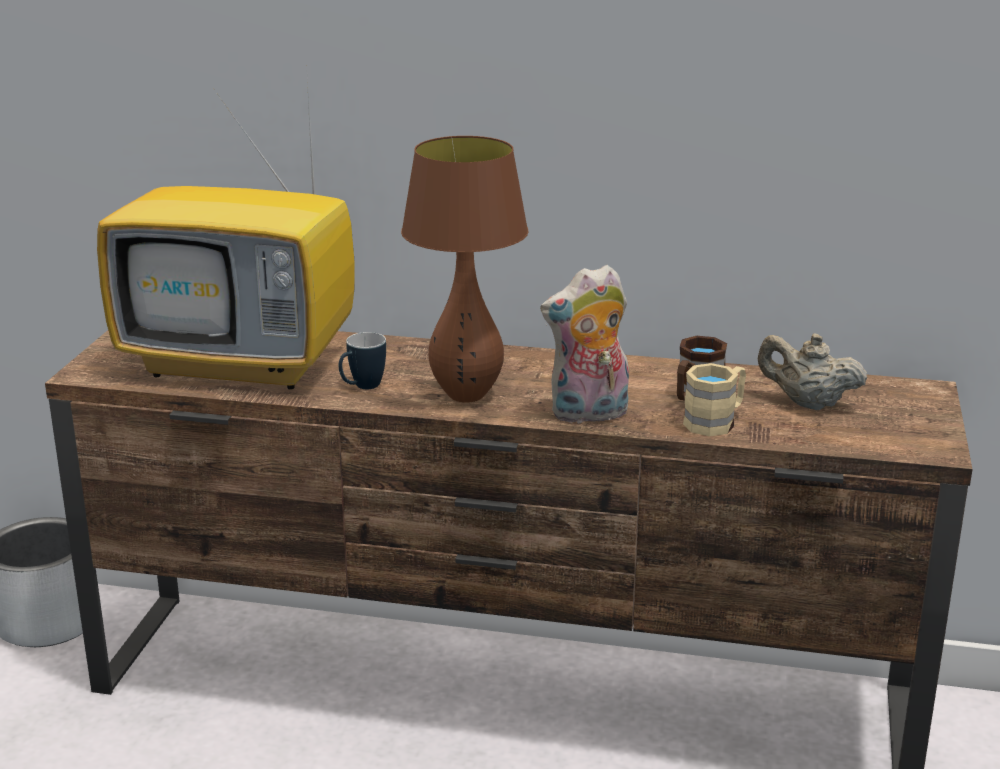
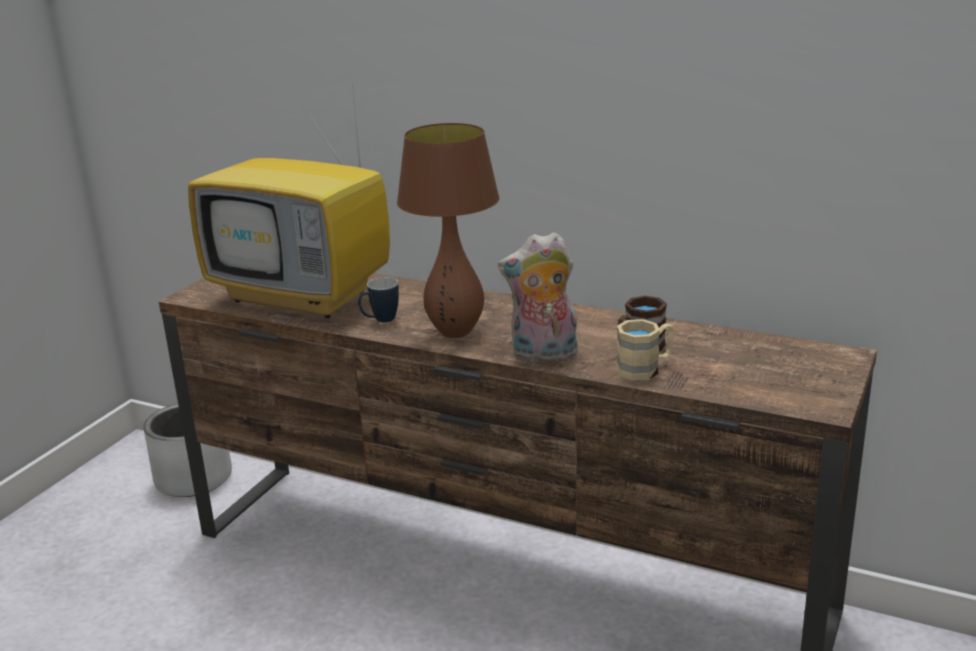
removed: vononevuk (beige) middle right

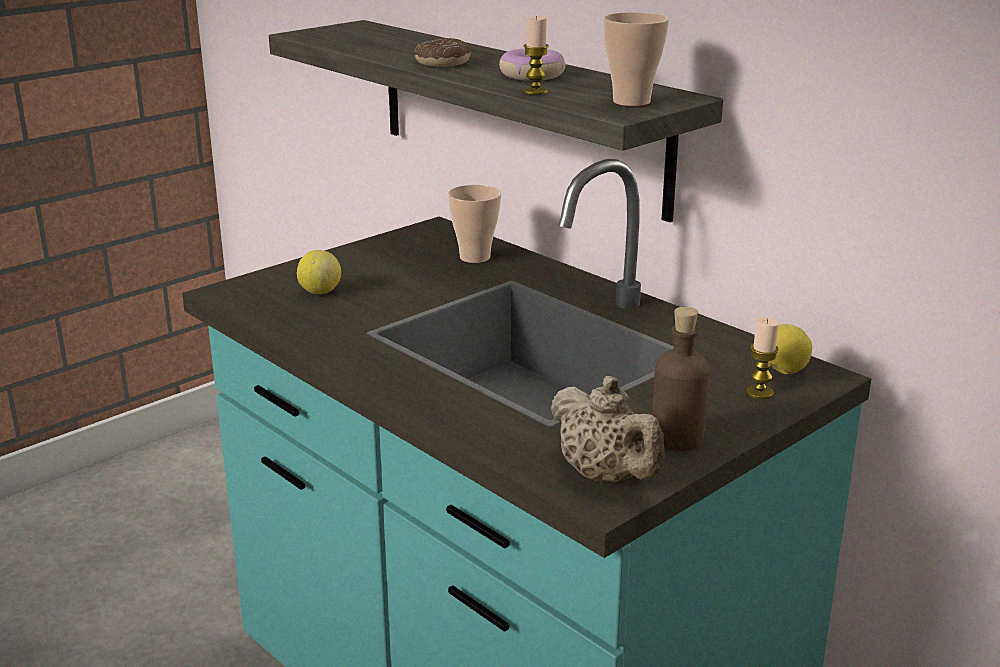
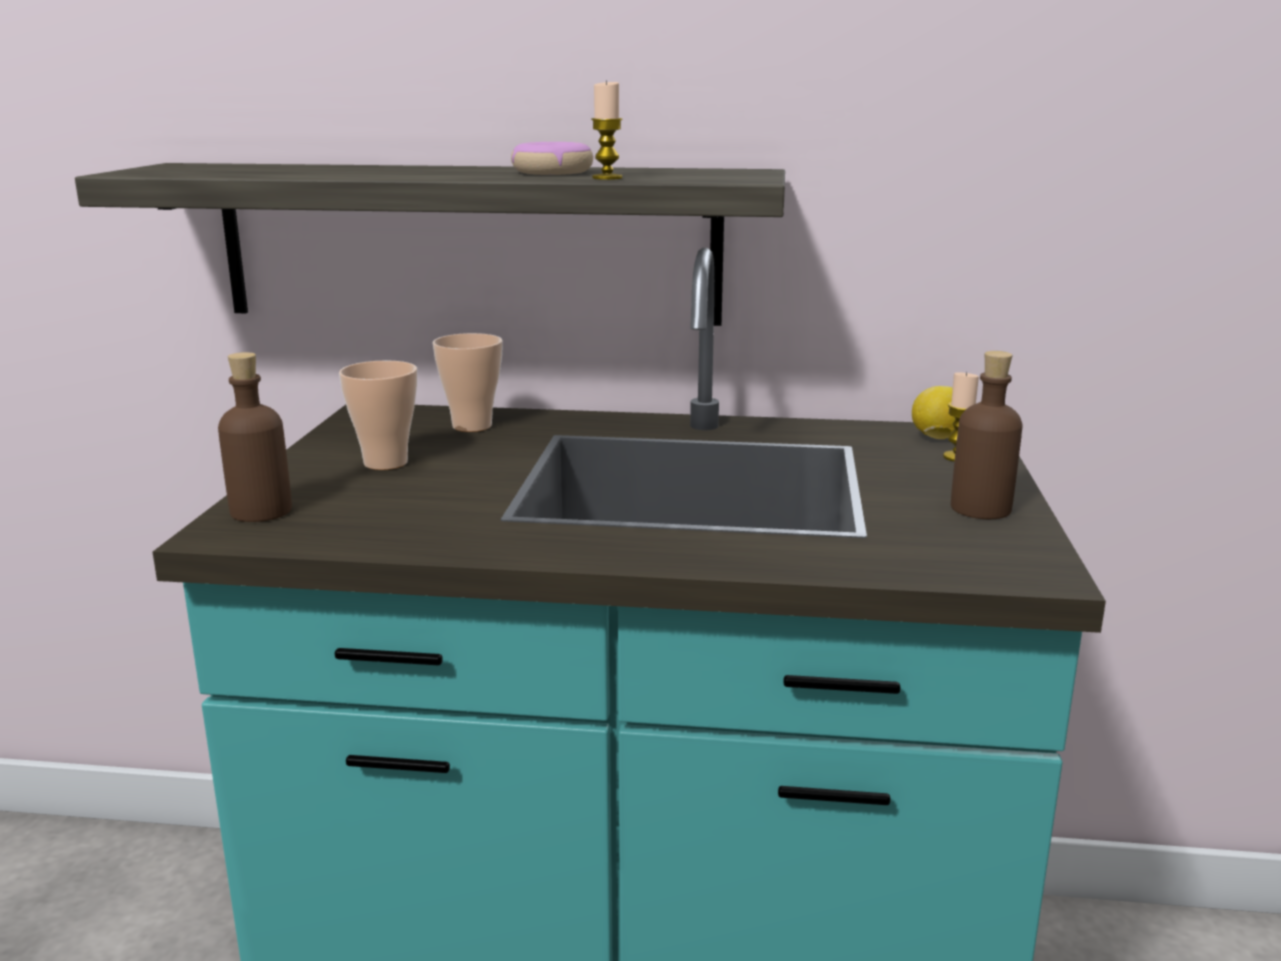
removed: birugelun (1st from left) middle left; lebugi (1st from left) top centre; vononevuk (beige) centre
added: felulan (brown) (1st from left) middle left
moved: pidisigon (2nd from left in the first image) top centre to pidisigon (1st from left) middle left

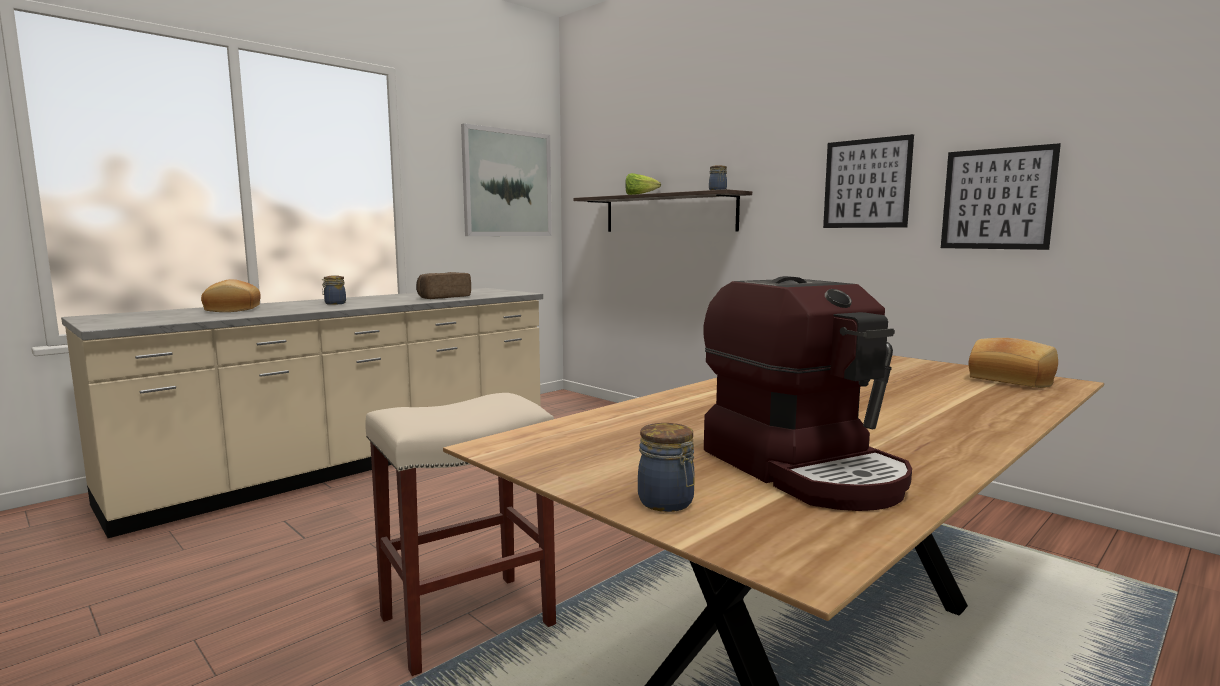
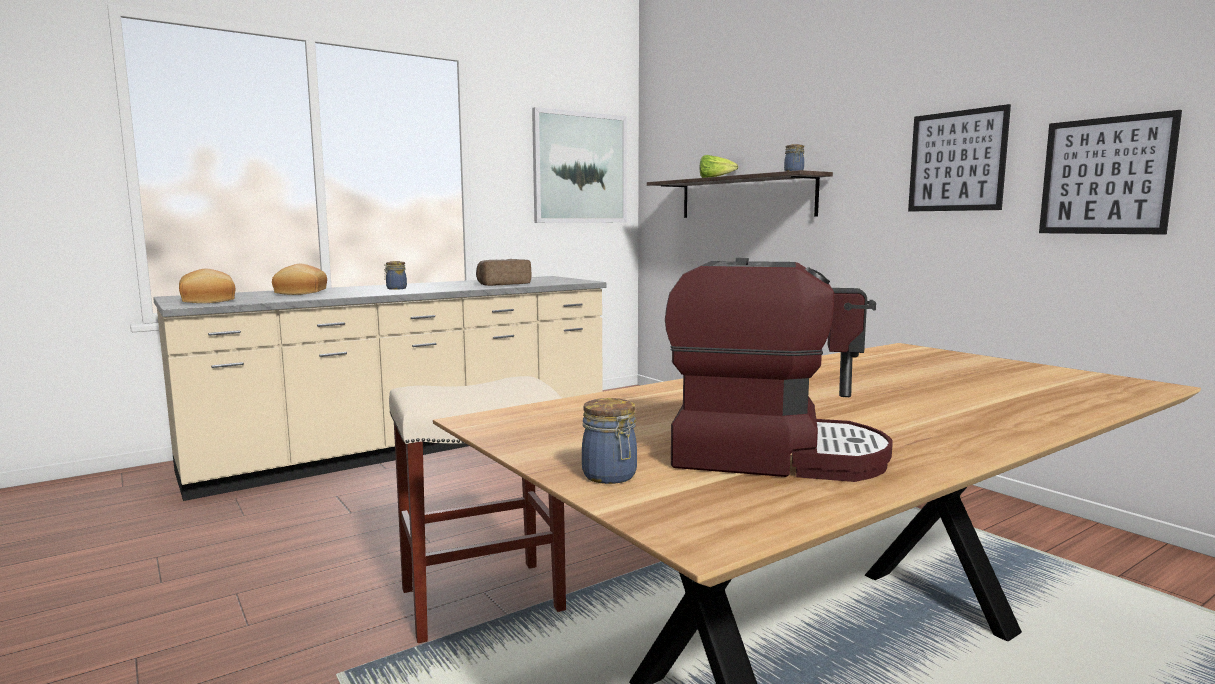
moved: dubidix (3rd from left in the first image) middle right to dubidix (1st from left) middle left
turned: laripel centre = centre 60 degrees counterclockwise

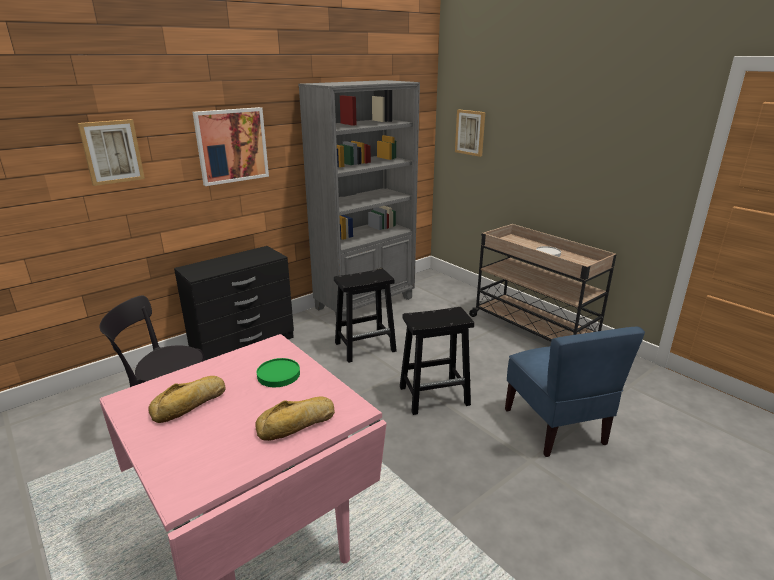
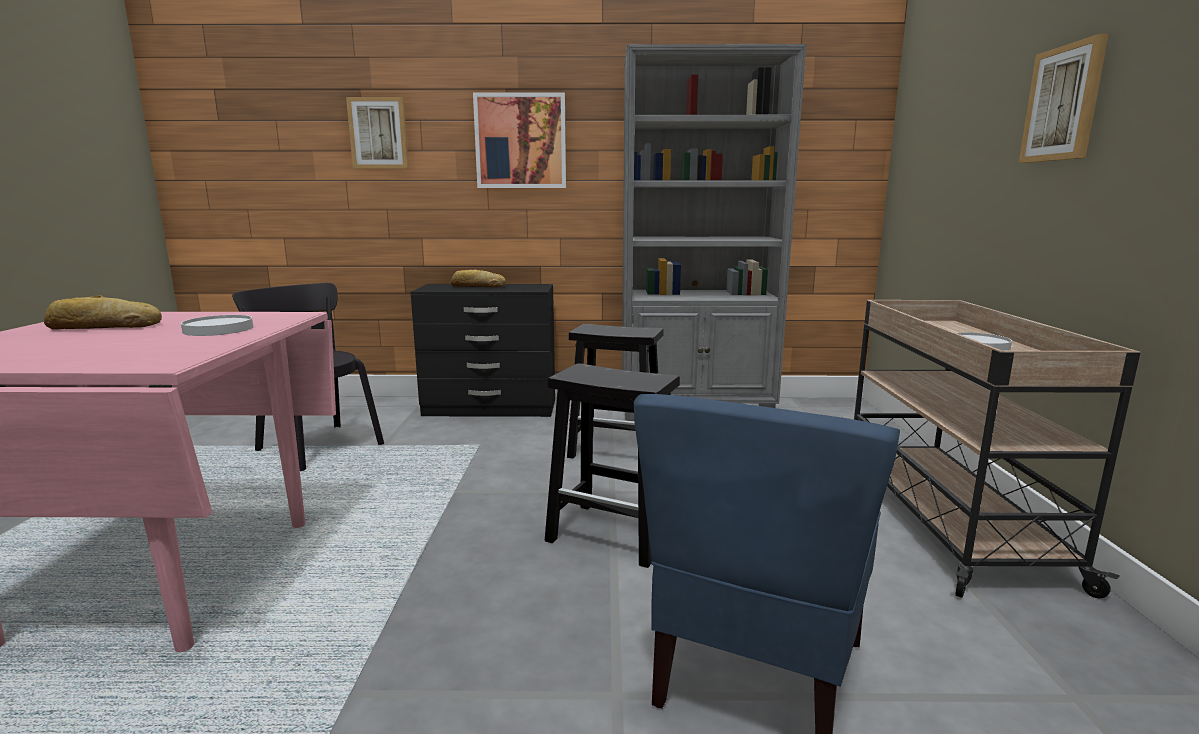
moved: dubidix (2nd from left) bottom centre to centre; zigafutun (3rd from left) top centre to top right
recoloured: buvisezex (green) centre to buvisezex (white) (1st from left) middle left

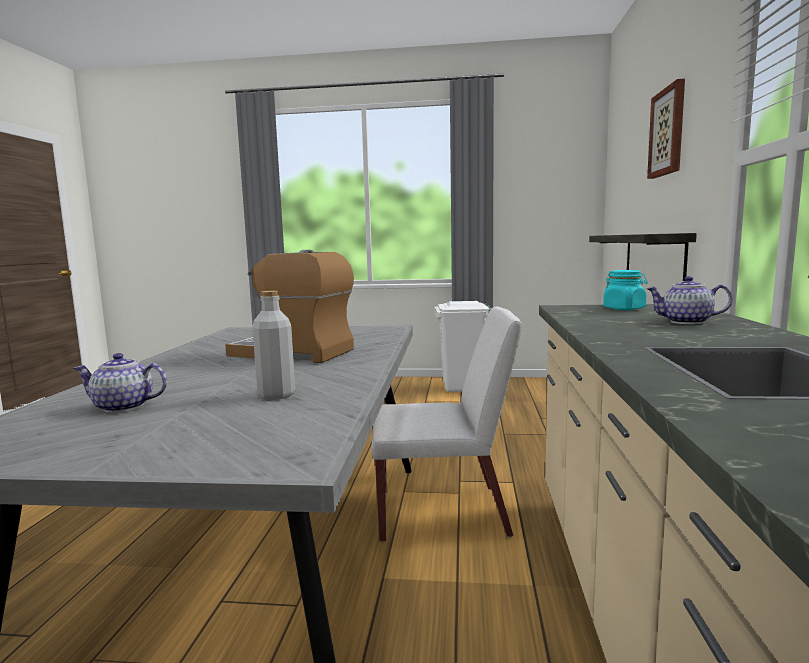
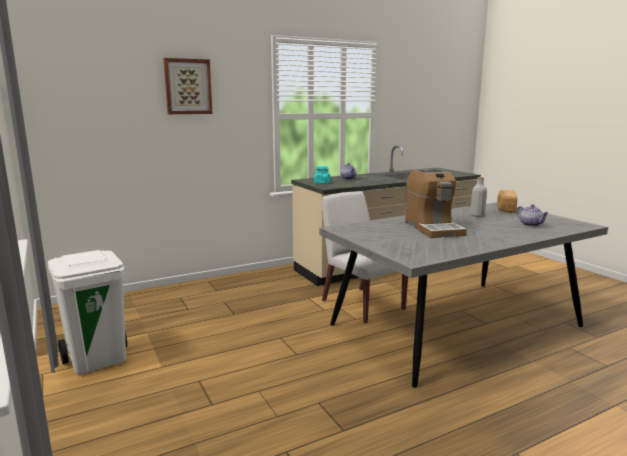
removed: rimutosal middle right
added: dubidix middle right

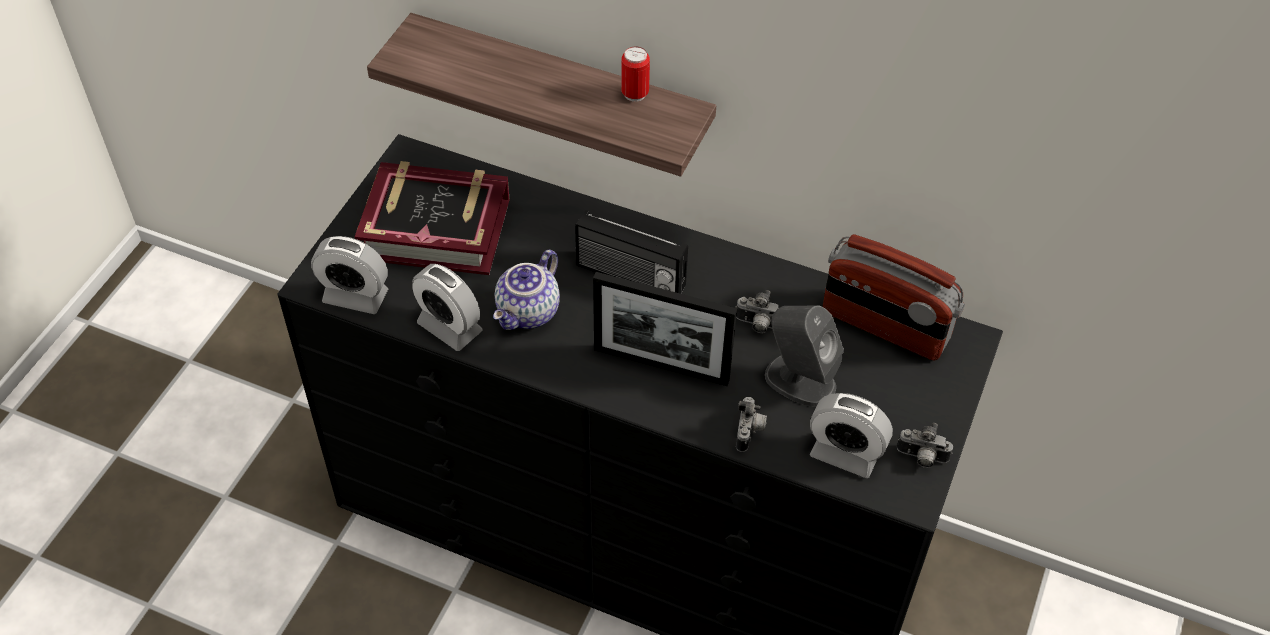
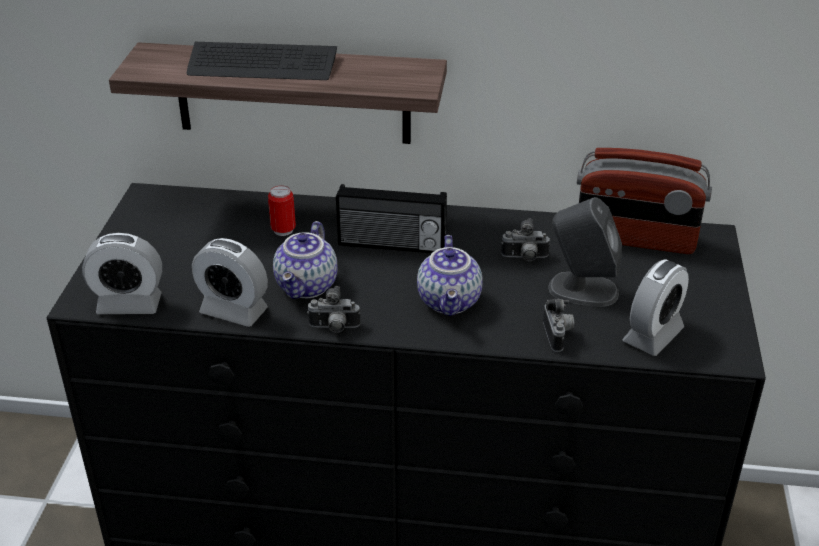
removed: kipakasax centre
added: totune top left
moved: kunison top centre to centre; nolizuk (3rd from left in the first image) bottom right to nolizuk (1st from left) centre
replaced: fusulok centre to vononevuk (2nd from left) centre
turned: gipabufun (3rd from left) bottom right = middle right 60 degrees counterclockwise

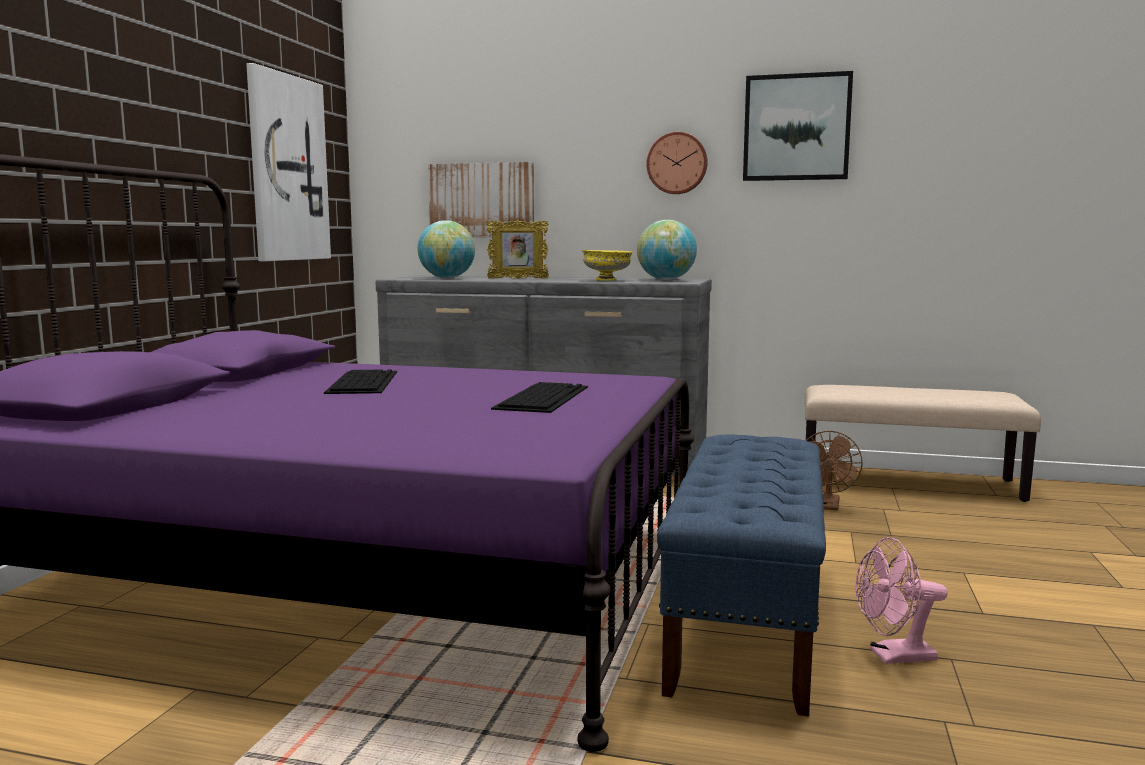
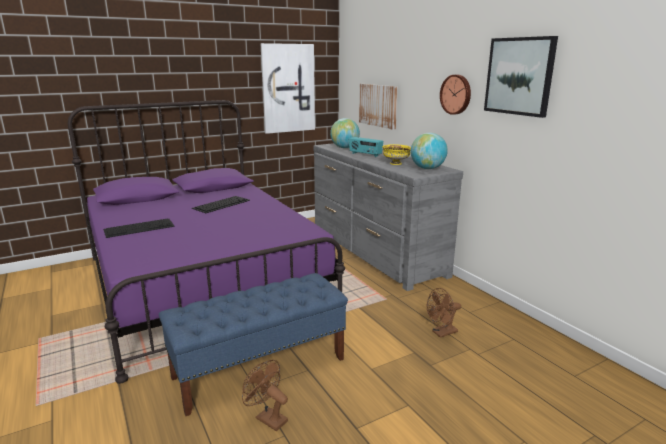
removed: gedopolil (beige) middle right
moved: totune (2nd from left in the first image) centre to totune (1st from left) middle left
replaced: fusulok top centre to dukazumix top centre
recoloured: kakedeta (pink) bottom right to kakedeta (brown) (1st from left) bottom centre

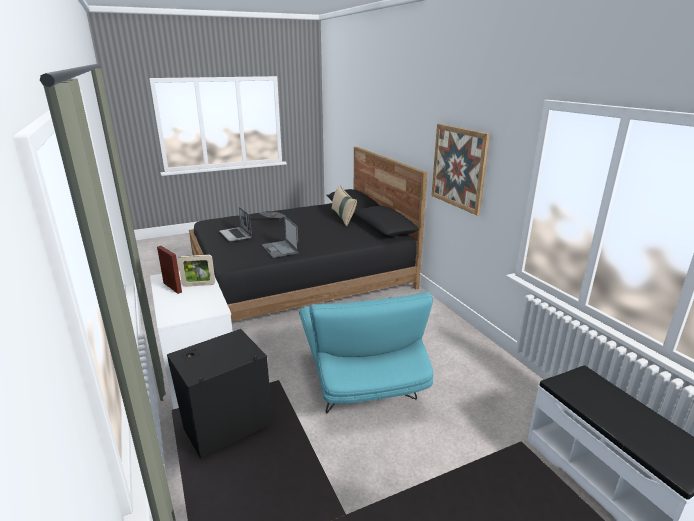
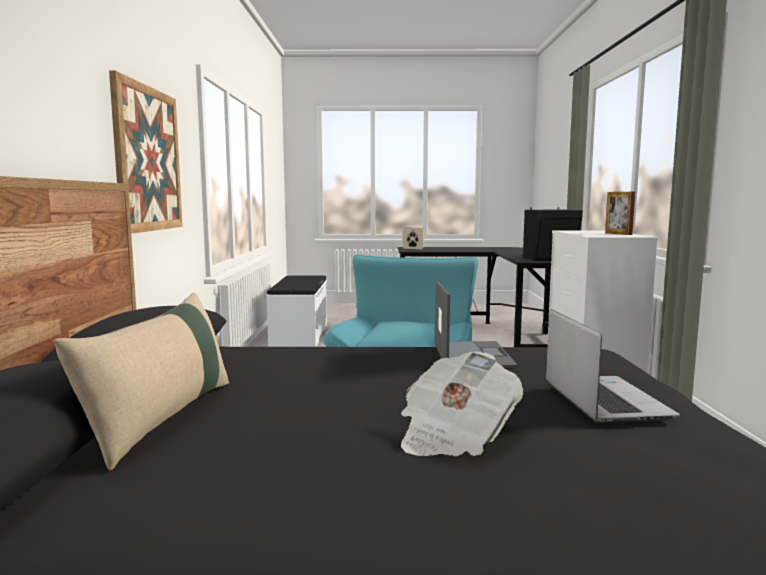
moved: fusulok (2nd from left in the first image) middle left to fusulok (1st from left) centre

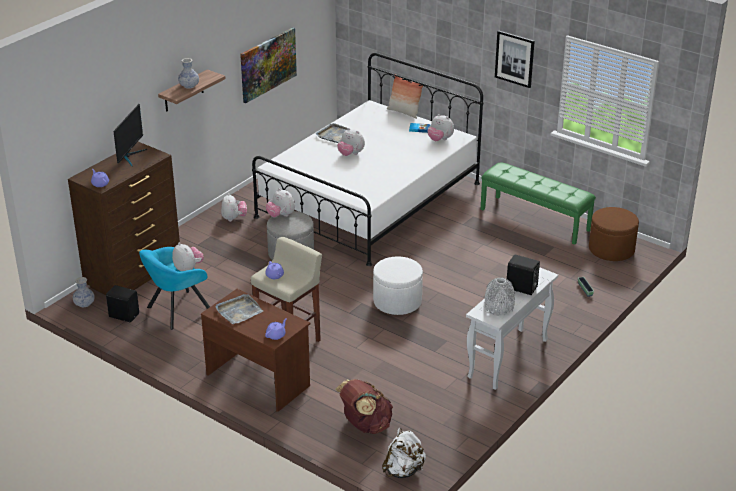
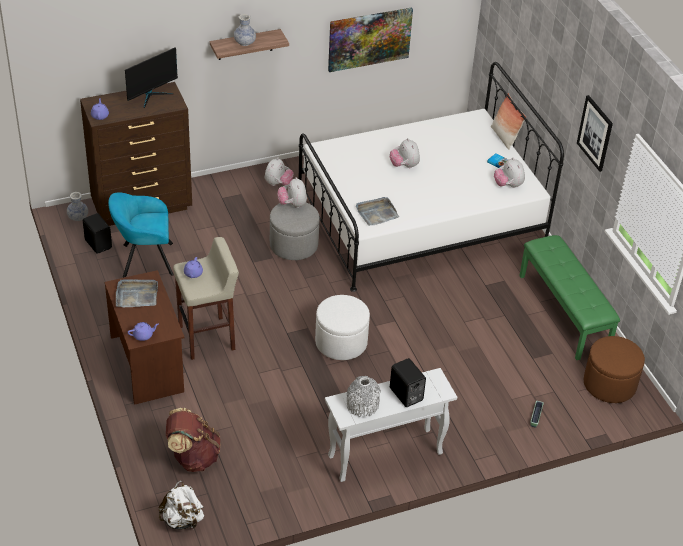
removed: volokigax (1st from left) middle left
moved: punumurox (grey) (2nd from left) top centre to centre

